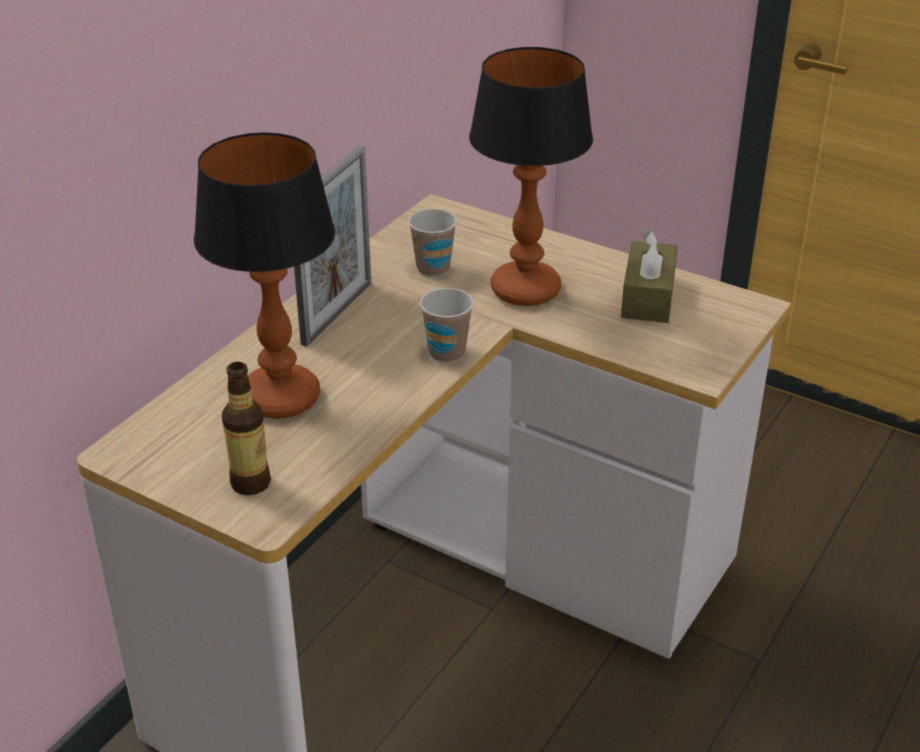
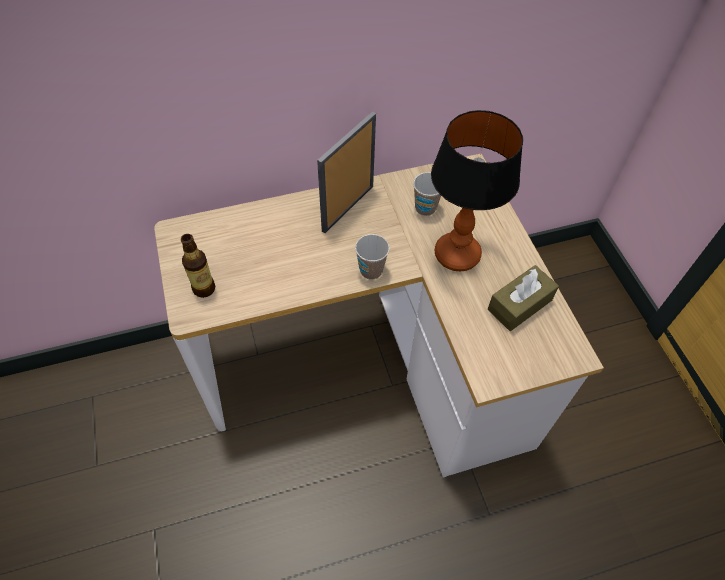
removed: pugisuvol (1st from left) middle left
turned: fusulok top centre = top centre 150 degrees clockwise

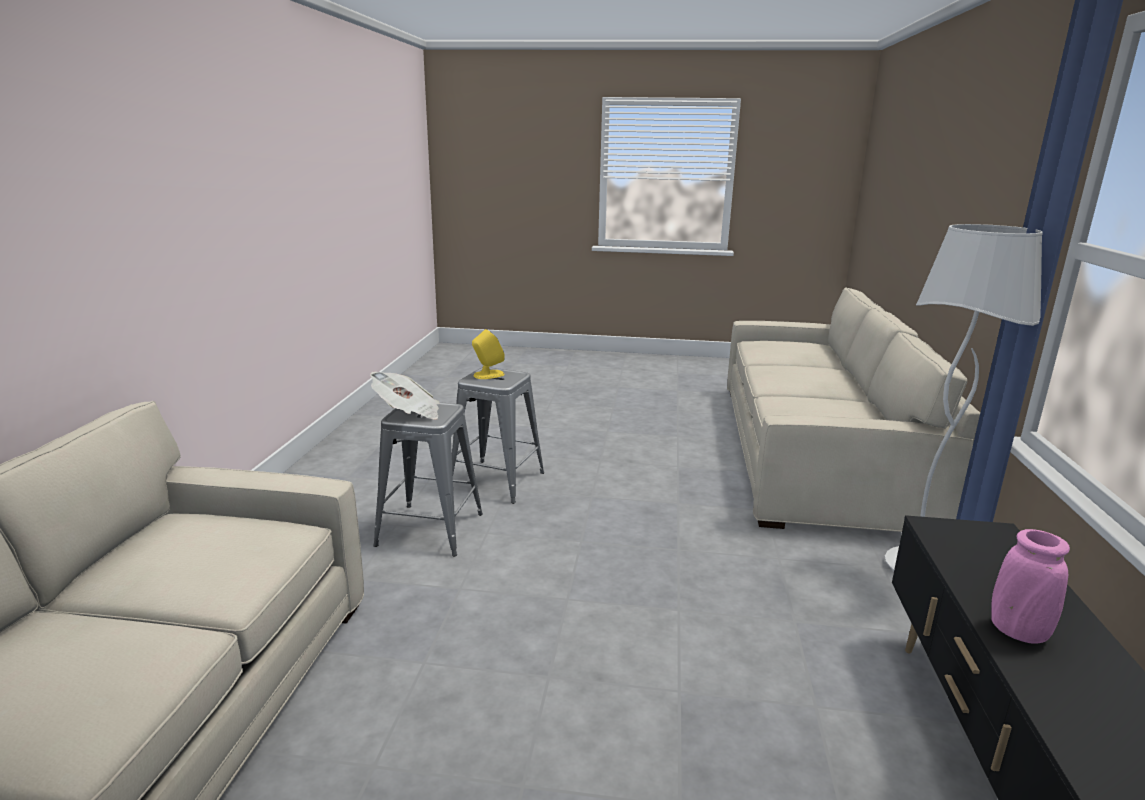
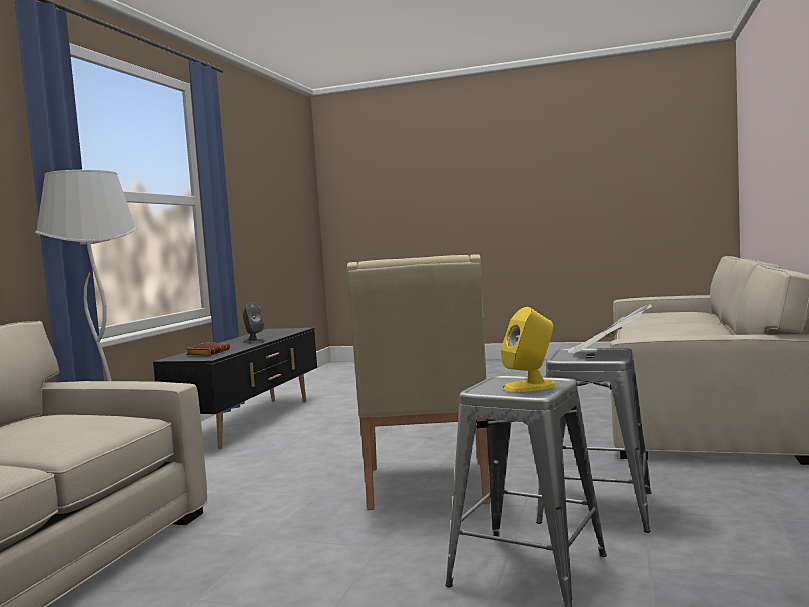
added: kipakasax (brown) middle left; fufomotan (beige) centre
replaced: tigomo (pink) bottom right to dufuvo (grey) middle left

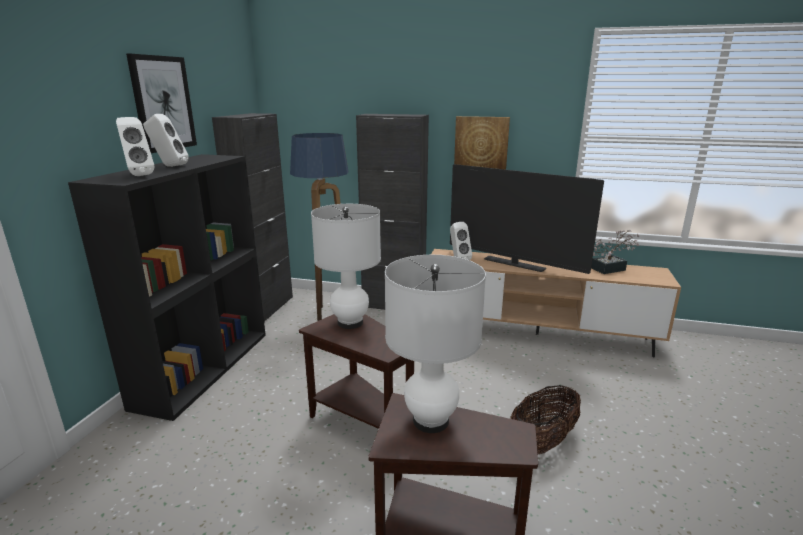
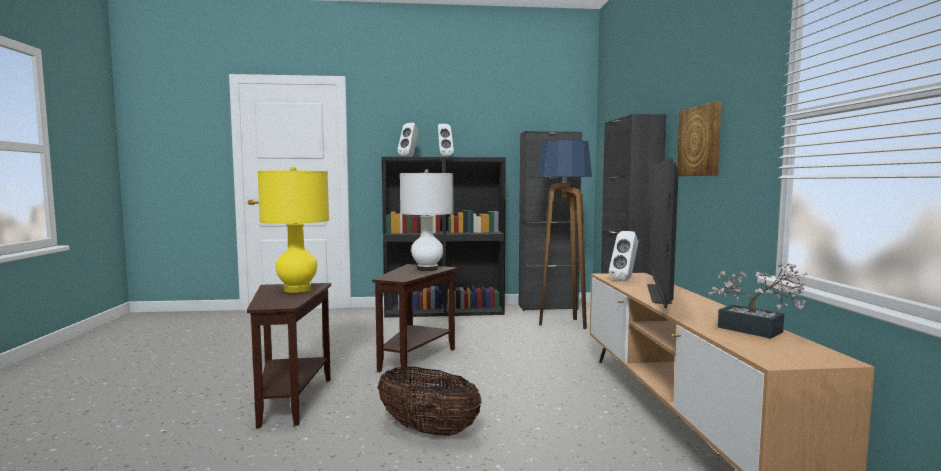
removed: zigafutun (1st from left) top left
recoloured: pugisuvol (white) (2nd from left) centre to pugisuvol (yellow) middle left

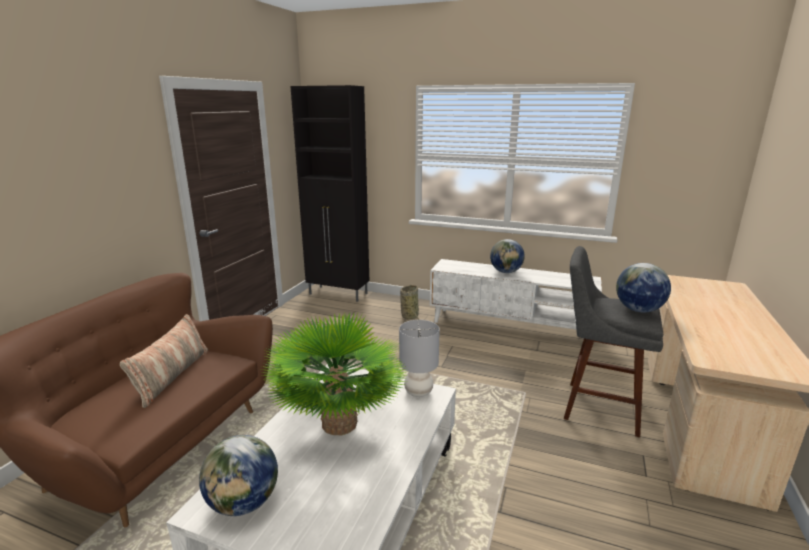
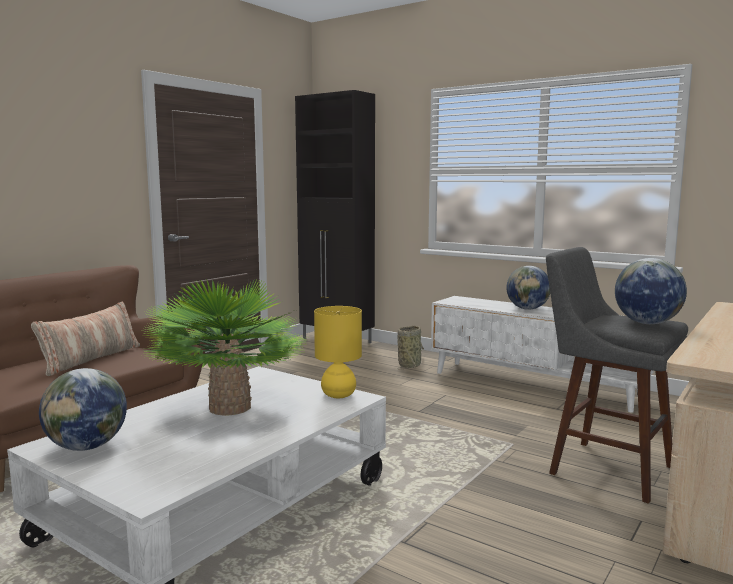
recoloured: pugisuvol (grey) centre to pugisuvol (yellow) centre

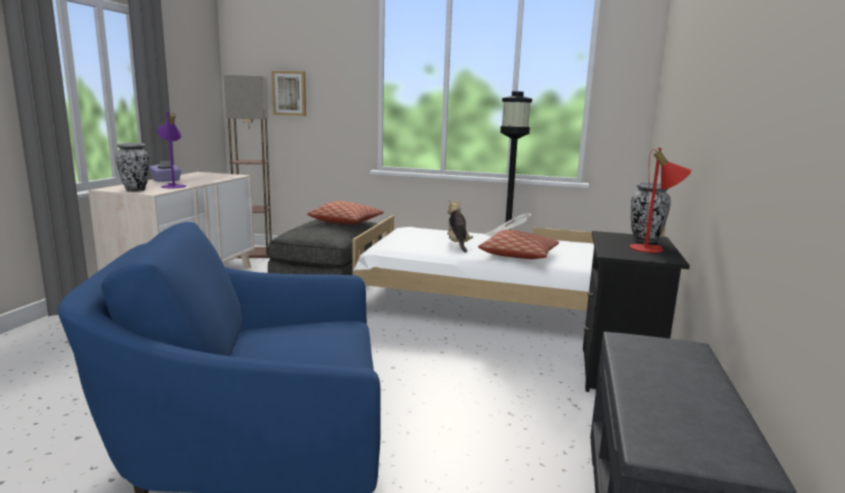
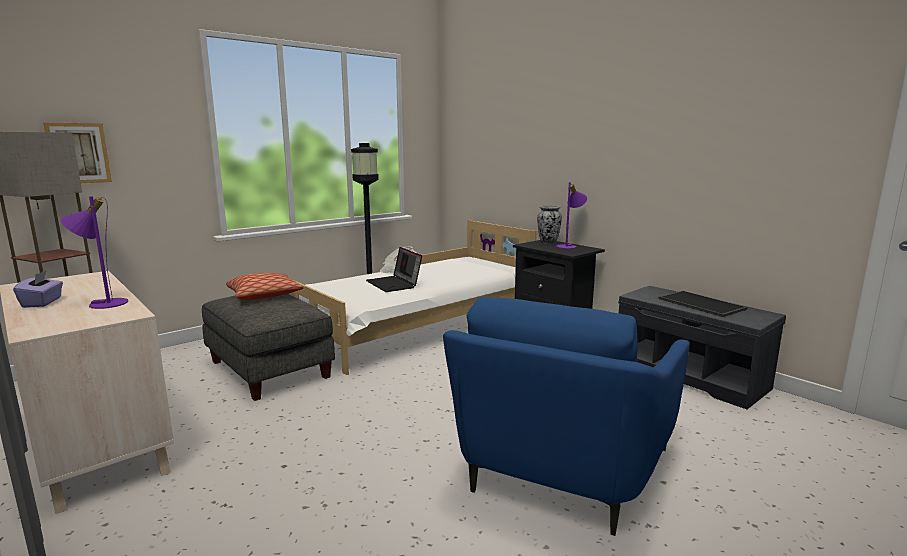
removed: tigomo (1st from left) middle left; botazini (2nd from left) centre
added: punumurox middle right
replaced: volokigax centre to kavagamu centre
recoloured: pugisuvol (red) middle right to pugisuvol (purple) (2nd from left) centre

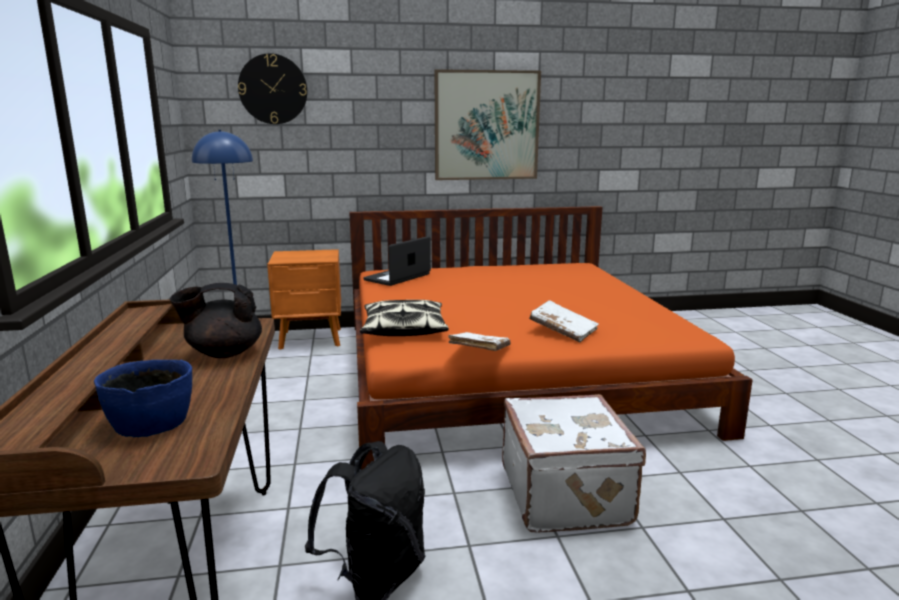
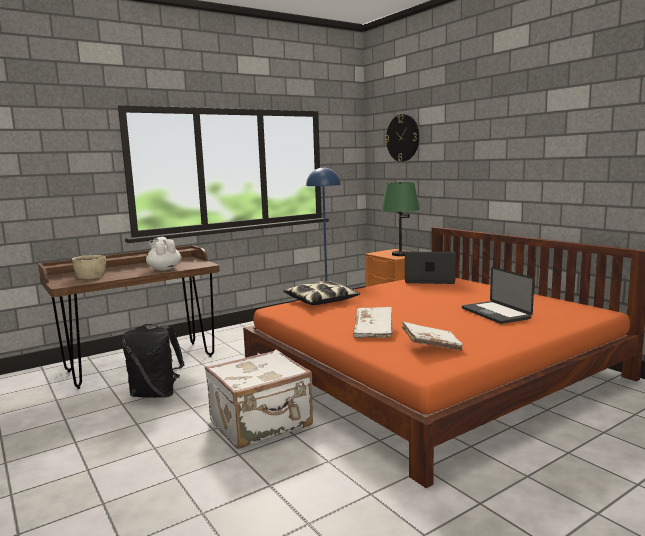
removed: zigafutun top centre
added: pugisuvol (green) centre; kavagamu (2nd from left) middle right
moved: kipakasax (white) (1st from left in the first image) centre to kipakasax (white) (2nd from left) middle right
recoloured: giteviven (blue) middle left to giteviven (beige) middle left; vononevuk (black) middle left to vononevuk (white) middle left

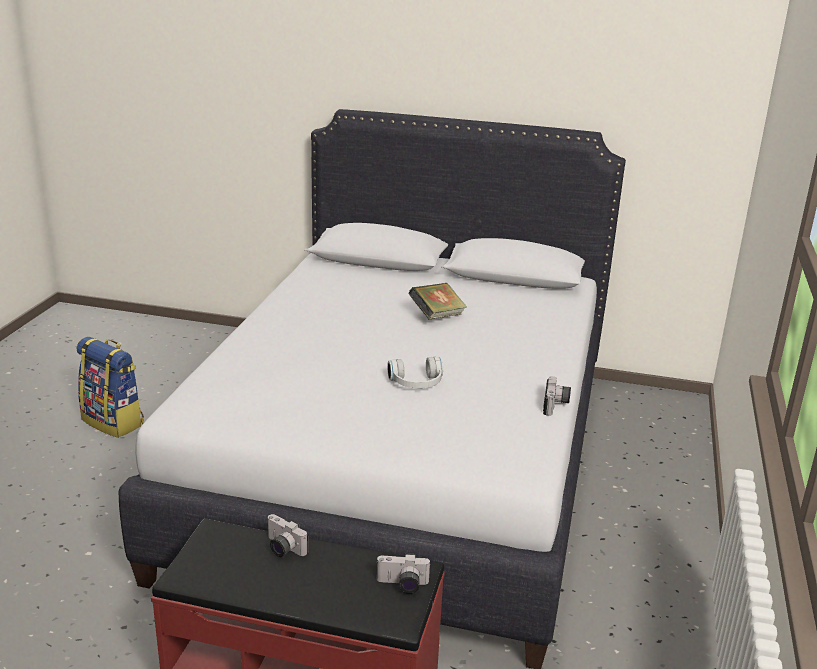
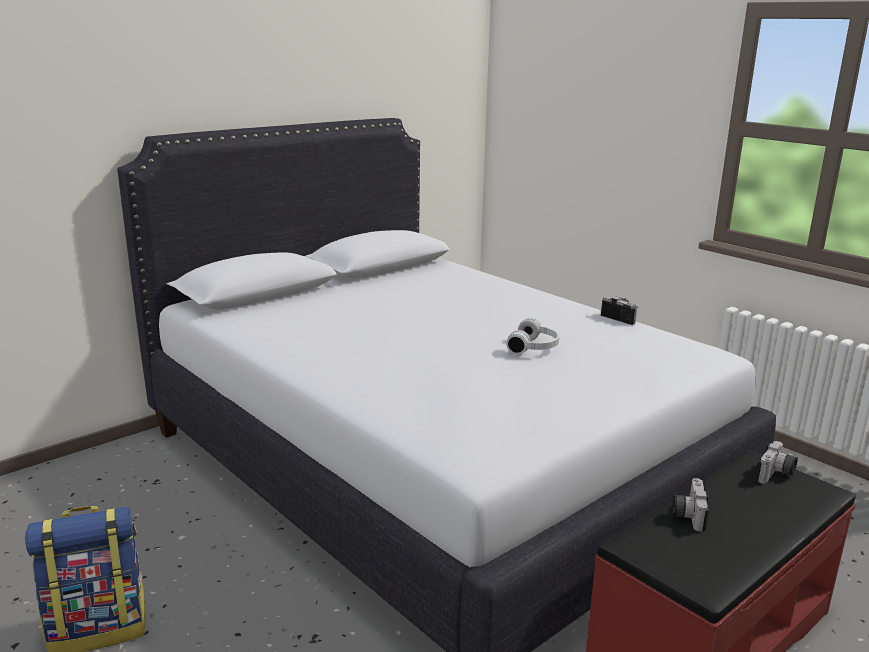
removed: kipakasax centre
turned: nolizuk (1st from left in the first image) bottom centre = bottom right 120 degrees clockwise

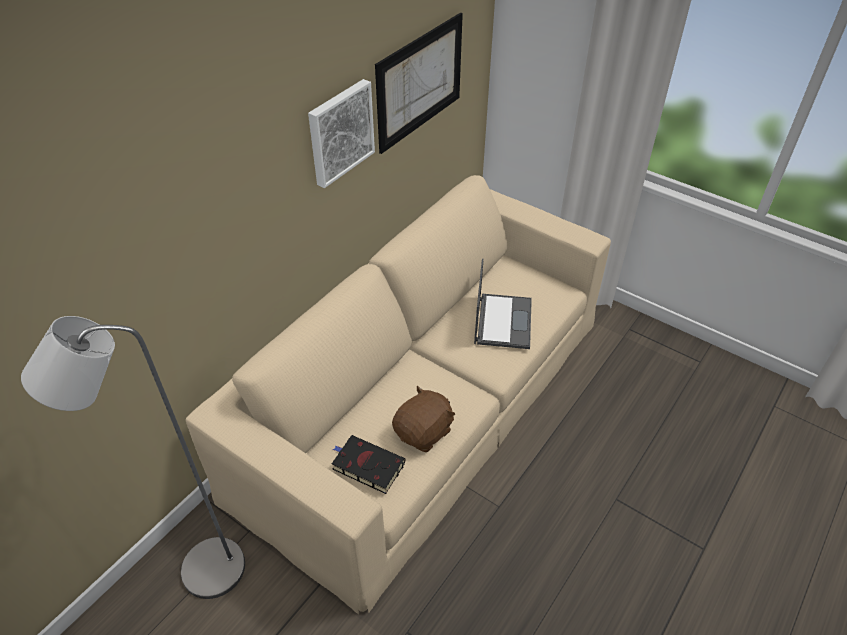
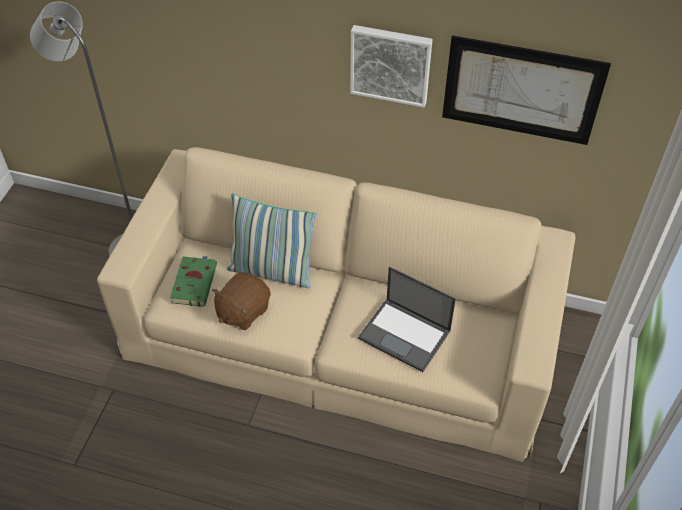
added: botazini centre
recoloured: kipakasax (black) bottom centre to kipakasax (green) middle left
turned: volokigax (brown) centre = centre 105 degrees clockwise; kavagamu centre = centre 45 degrees clockwise

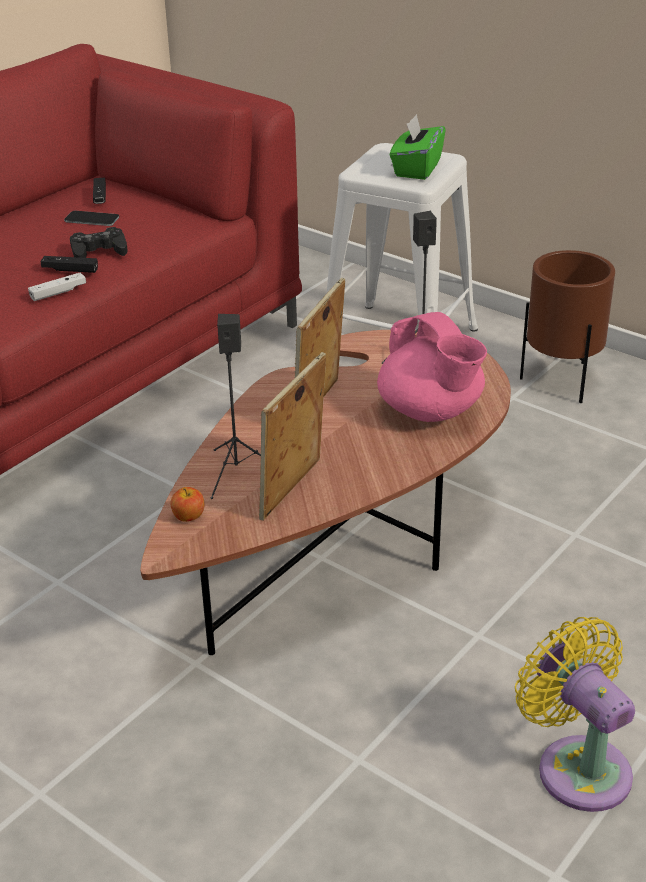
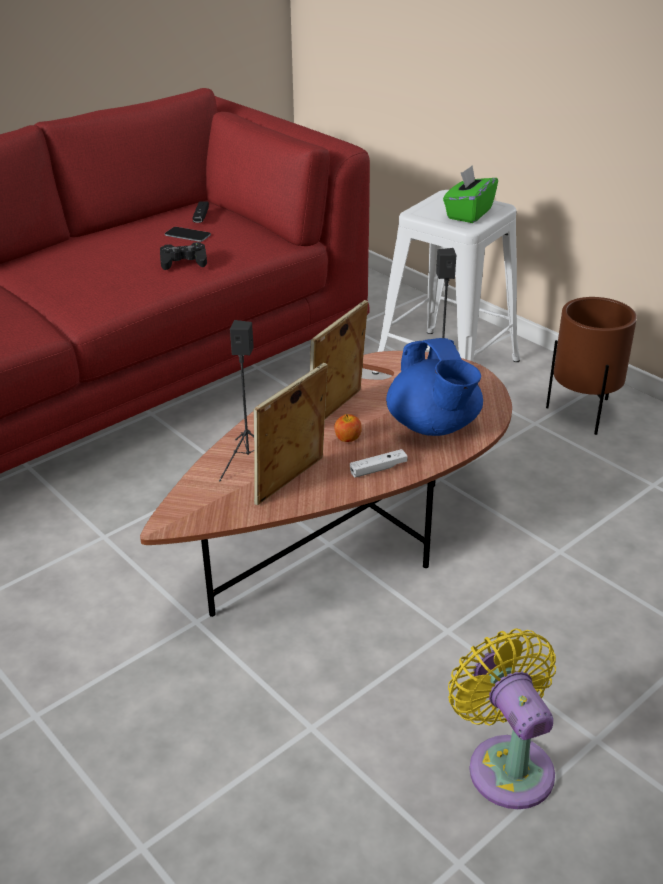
removed: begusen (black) (1st from left) top left
moved: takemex middle left to centre; begusen (white) top left to centre
recoloured: vononevuk (pink) middle right to vononevuk (blue) centre

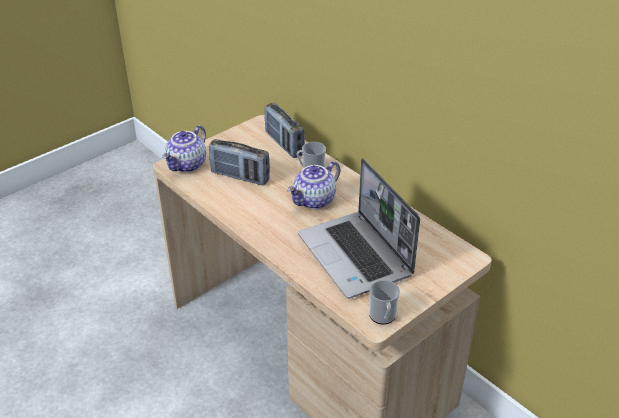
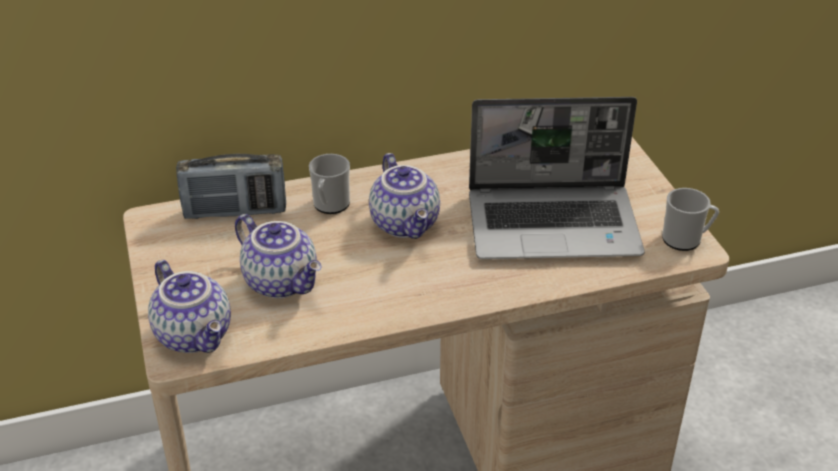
replaced: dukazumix (1st from left) centre to vononevuk (2nd from left) middle left

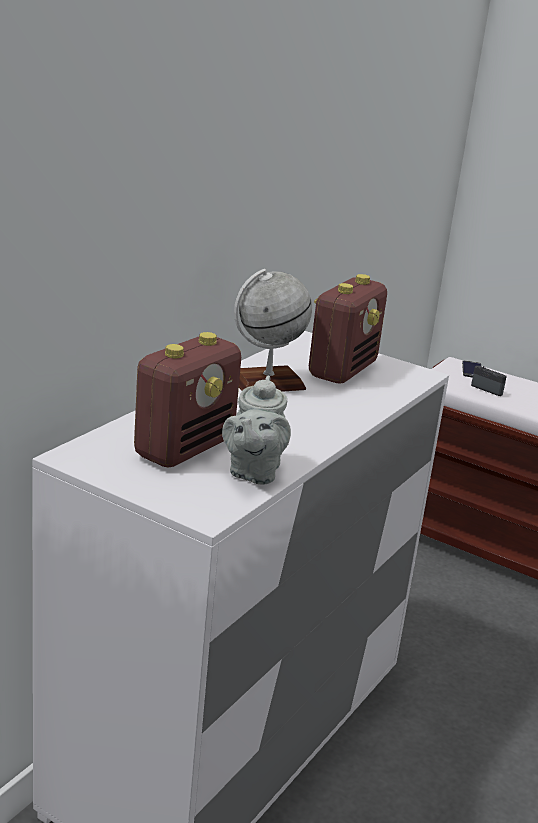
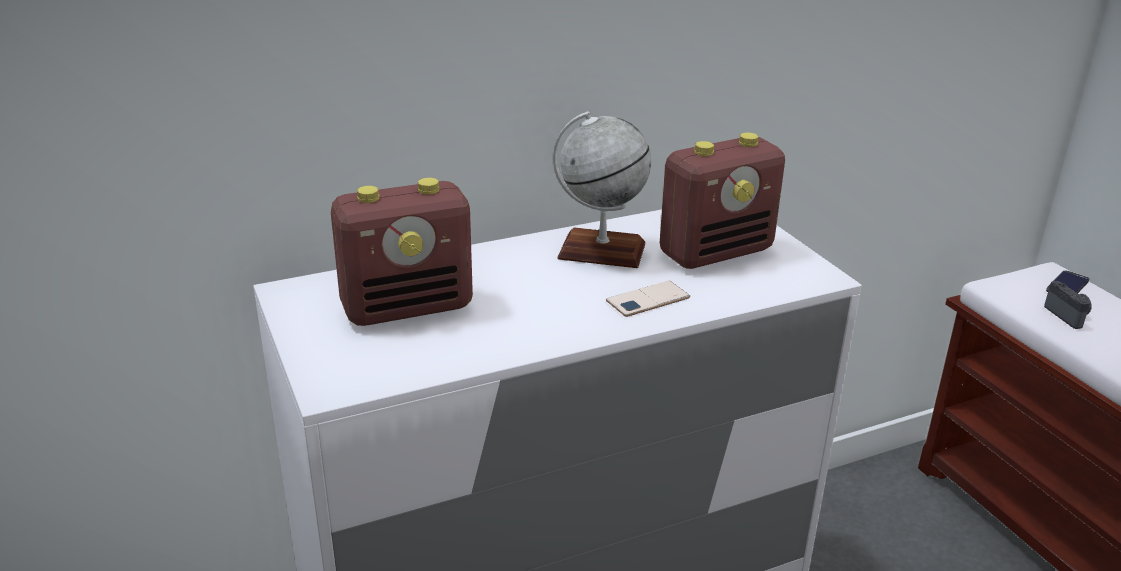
removed: vononevuk (grey) centre
added: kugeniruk (1st from left) centre

